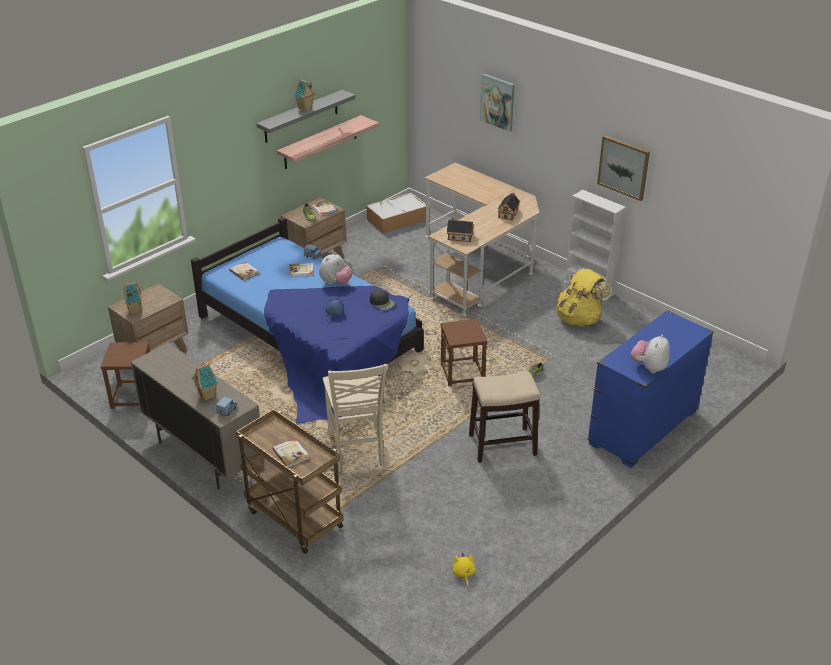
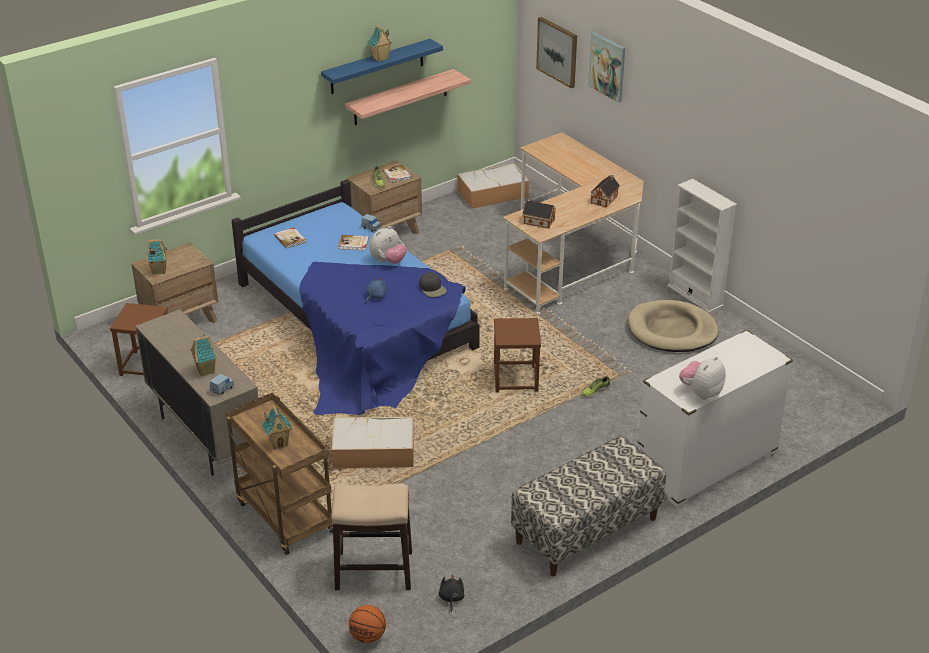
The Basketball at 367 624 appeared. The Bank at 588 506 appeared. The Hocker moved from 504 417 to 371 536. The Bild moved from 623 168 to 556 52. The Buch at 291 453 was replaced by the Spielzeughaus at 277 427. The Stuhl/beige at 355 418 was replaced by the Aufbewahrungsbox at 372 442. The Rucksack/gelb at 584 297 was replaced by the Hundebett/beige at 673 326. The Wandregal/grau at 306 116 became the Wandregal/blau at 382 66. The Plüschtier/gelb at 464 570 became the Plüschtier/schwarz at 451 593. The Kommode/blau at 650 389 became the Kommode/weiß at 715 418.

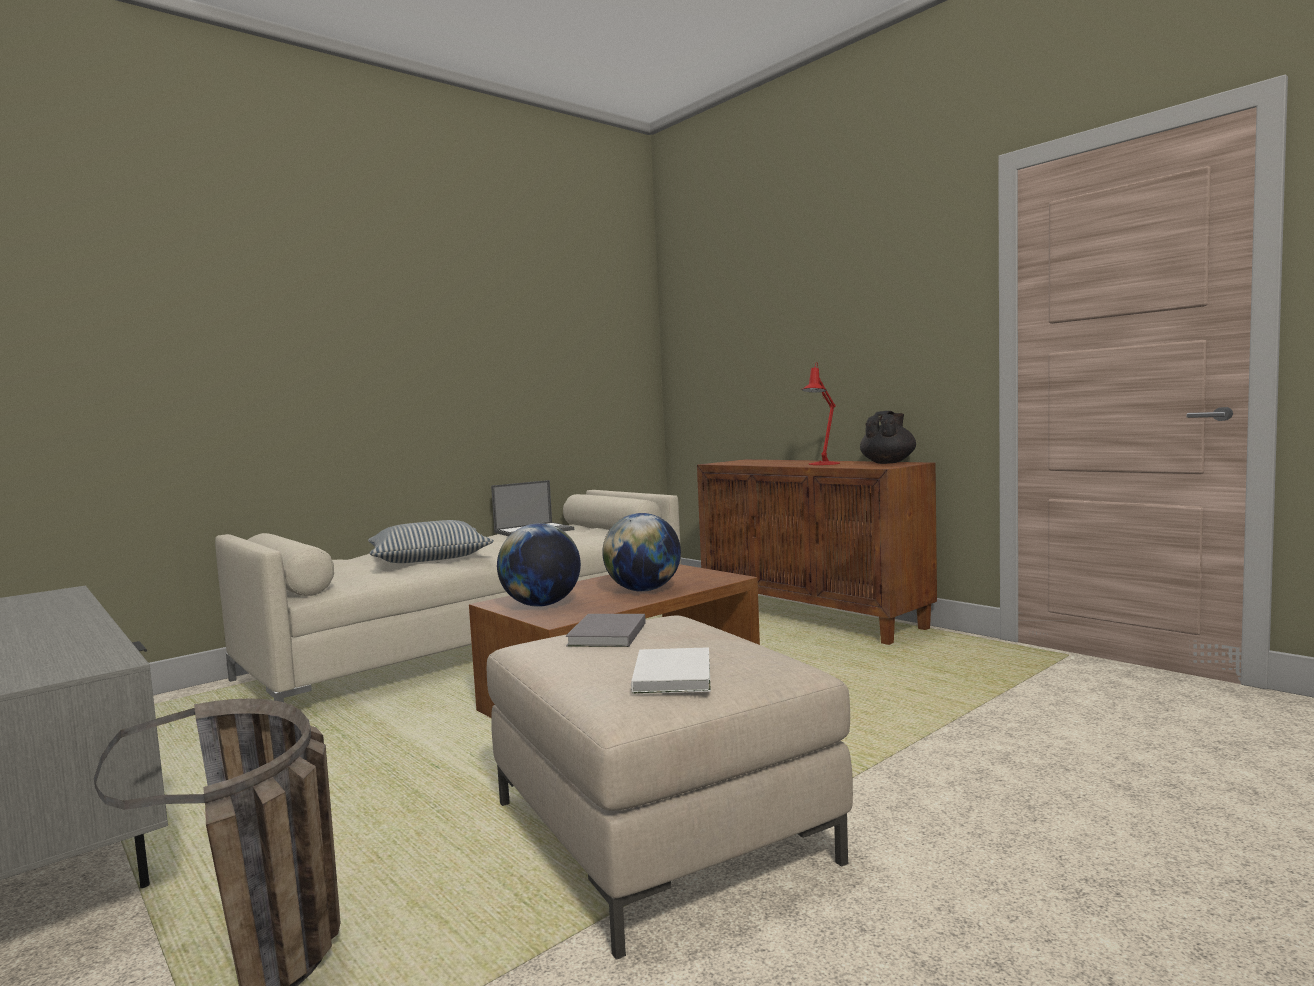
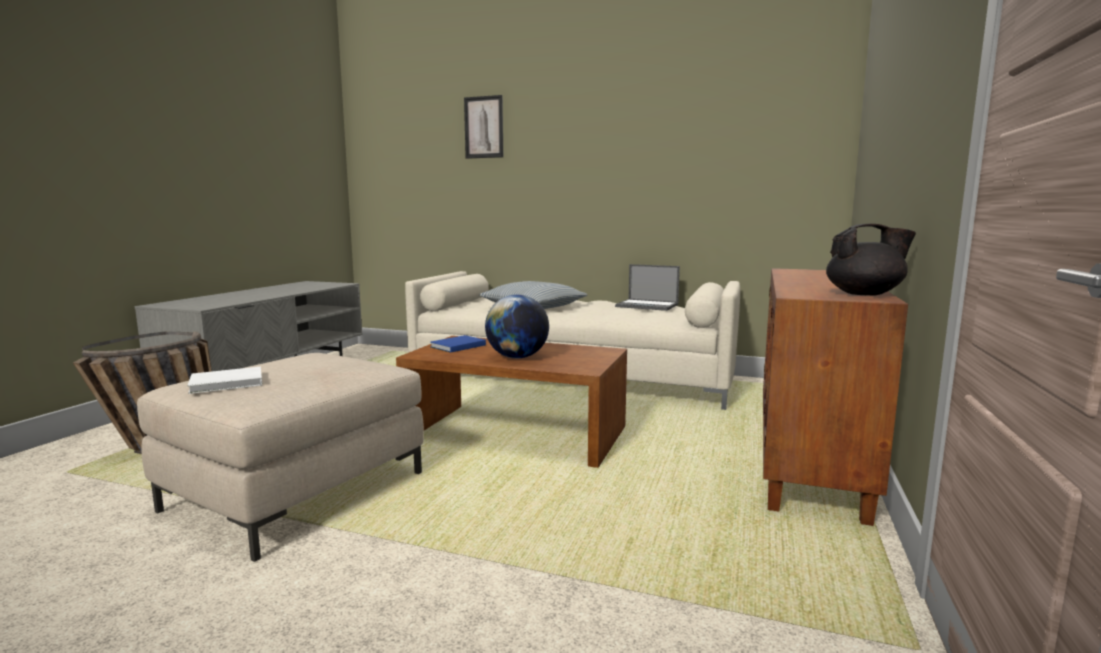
The Buch/grau at 606 630 disappeared. The Tischlampe/rot at 821 413 disappeared. The Bild at 483 127 appeared. The Globus at 539 565 was replaced by the Buch/blau at 458 344.

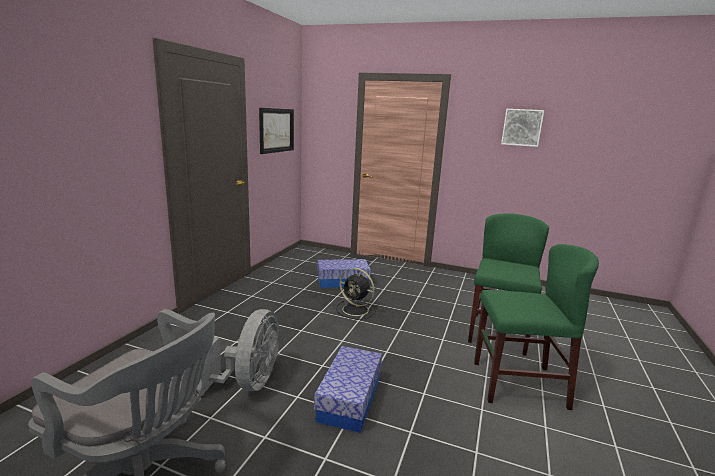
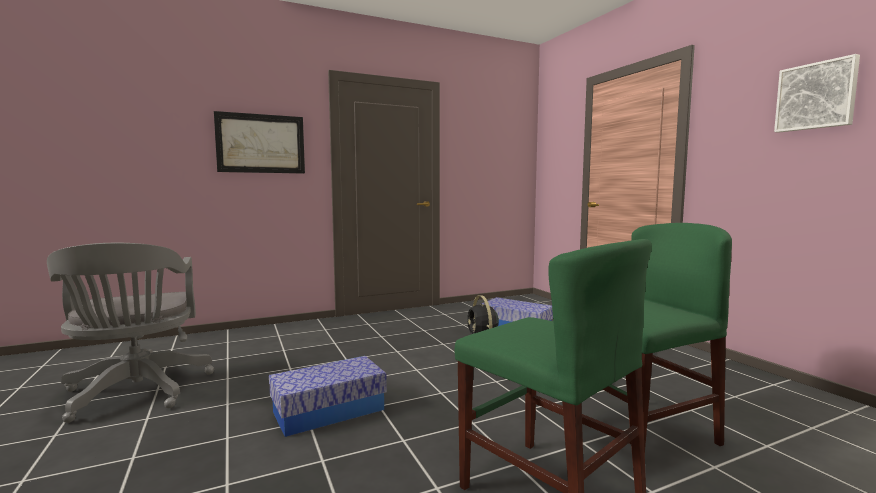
The Ventilator/grau at 240 353 disappeared. The Bild moved from 276 131 to 259 142.

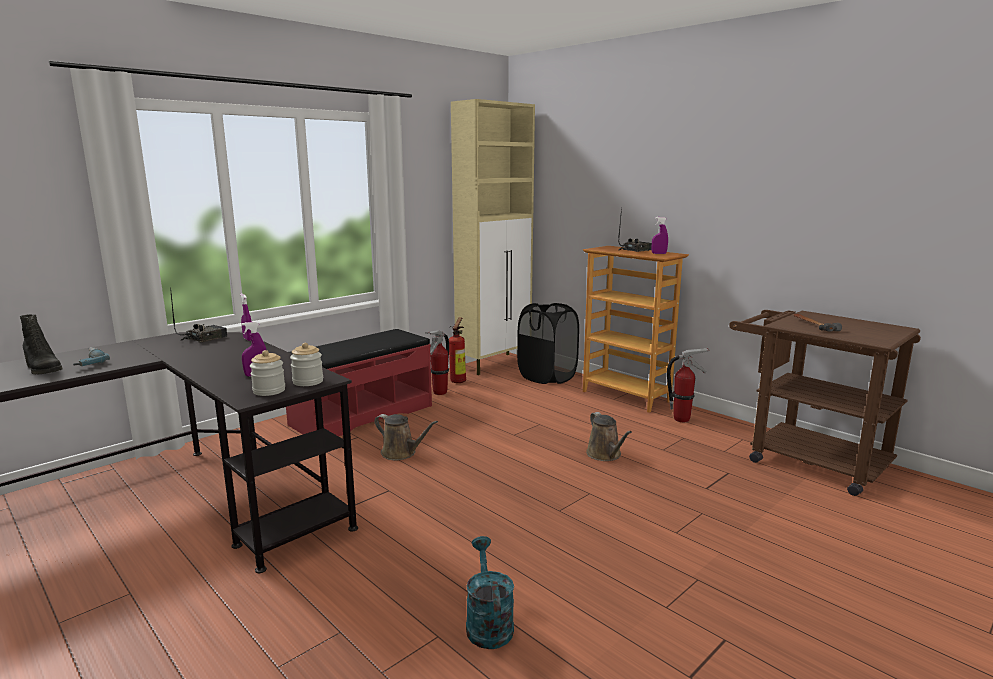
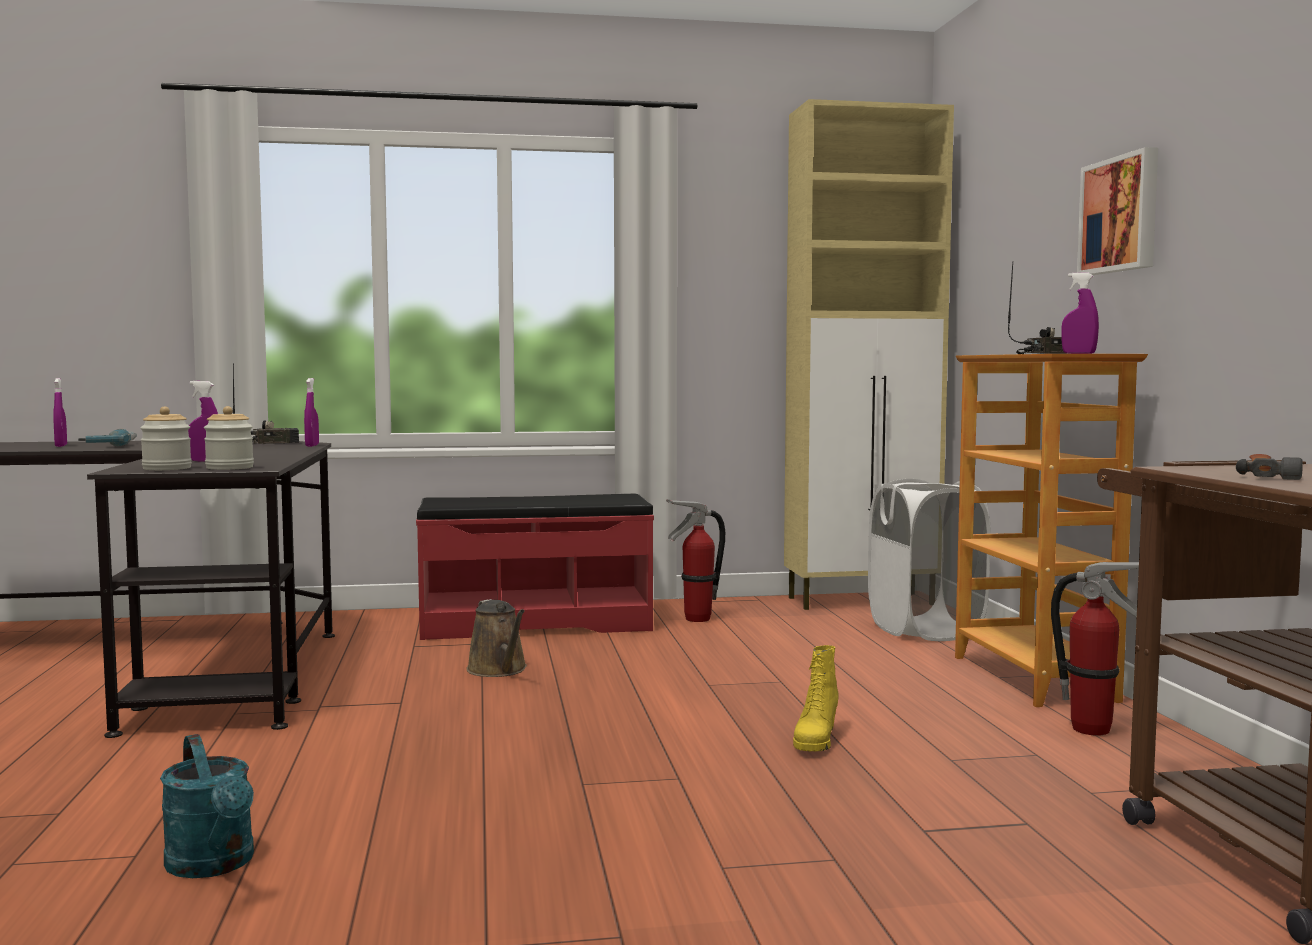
The Feuerlöscher at 457 350 disappeared. The Bild at 1117 211 appeared. The Stiefel/schwarz at 41 344 was replaced by the Sprühflasche/lila at 60 412. The Gießkanne/braun at 609 436 was replaced by the Stiefel/gelb at 816 698. The Wäschekorb/schwarz at 548 343 became the Wäschekorb/weiß at 929 560. The Gießkanne/türkis at 490 592 turned 120 degrees clockwise.

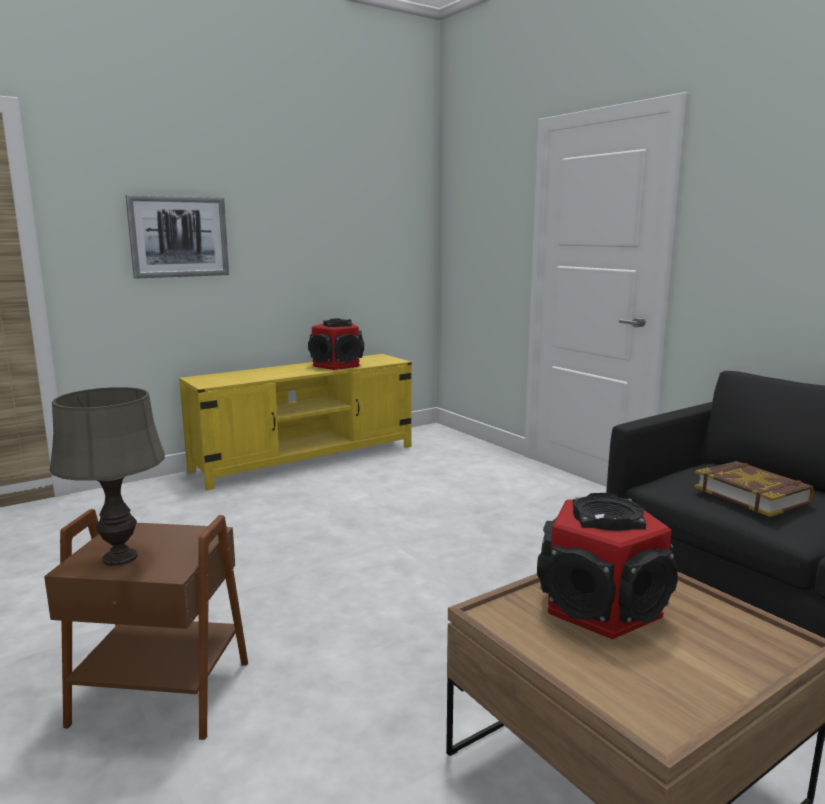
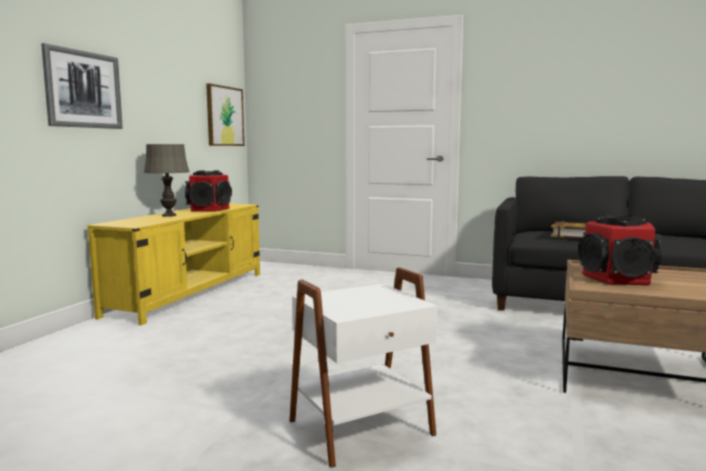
The Bild at 225 114 appeared. The Tischlampe/grau moved from 107 476 to 166 180. The Beistelltisch/braun at 146 624 became the Beistelltisch/weiß at 363 367.

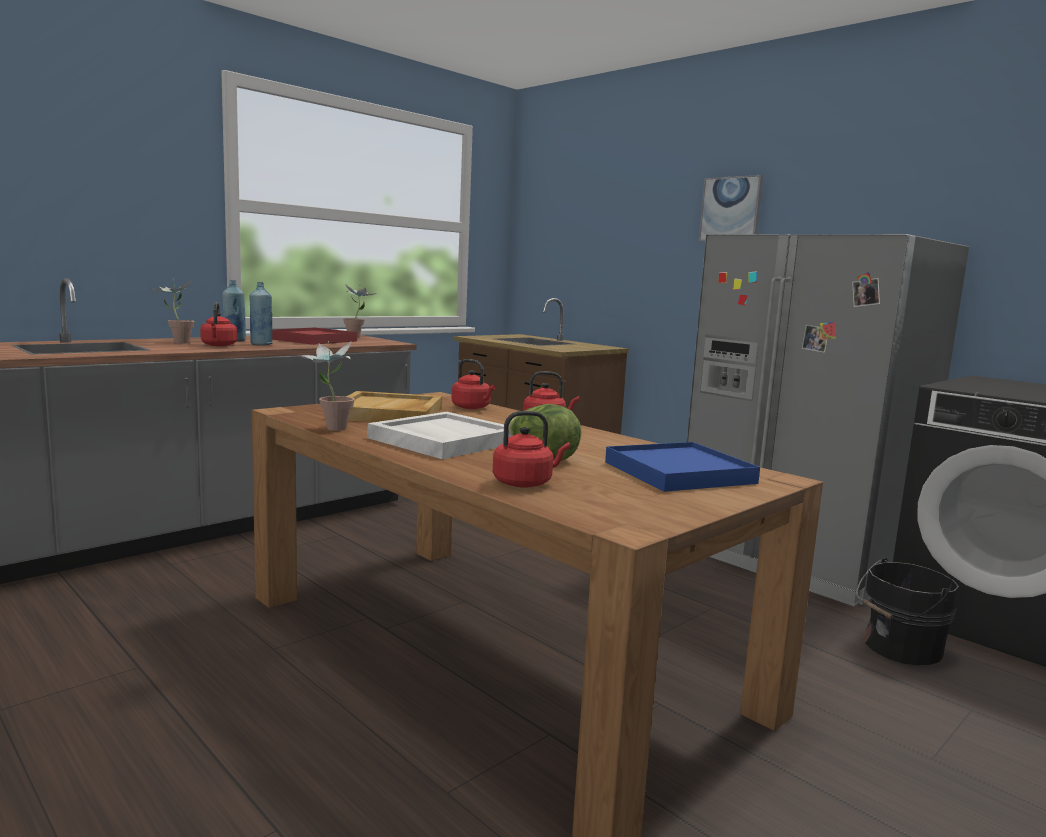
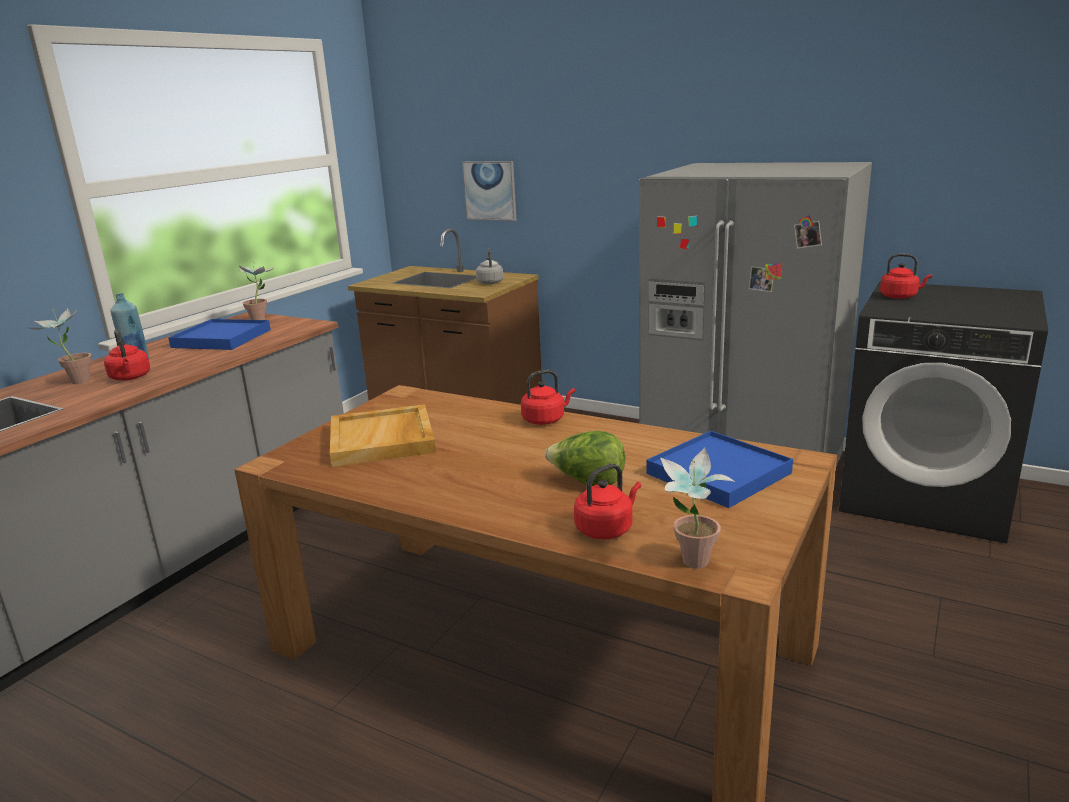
The Flasche/blau at 260 313 disappeared. The Tablett/weiß at 440 435 disappeared. The Eimer/schwarz at 907 611 disappeared. The Wasserkessel/grau at 489 266 appeared. The Topfpflanze moved from 326 386 to 697 508. The Wasserkessel/rot moved from 473 384 to 906 276. The Bild moved from 731 208 to 489 191. The Tablett/rot at 314 336 became the Tablett/blau at 219 334.

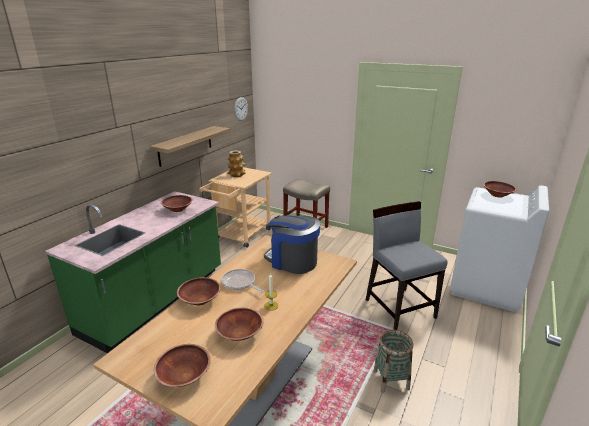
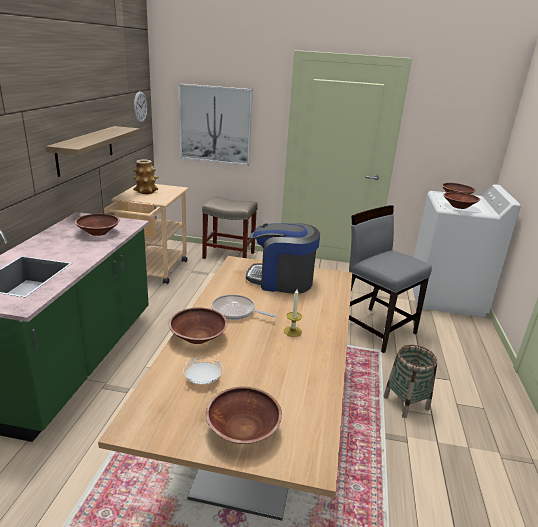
The Bild at 216 125 appeared. The Teller/weiß at 203 370 appeared. The Schüssel/braun moved from 239 324 to 461 200.

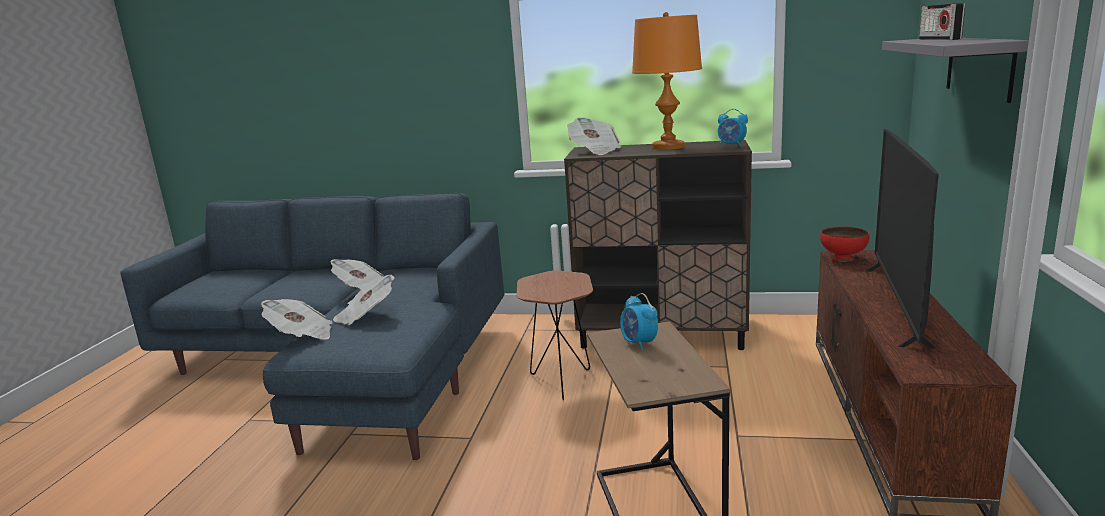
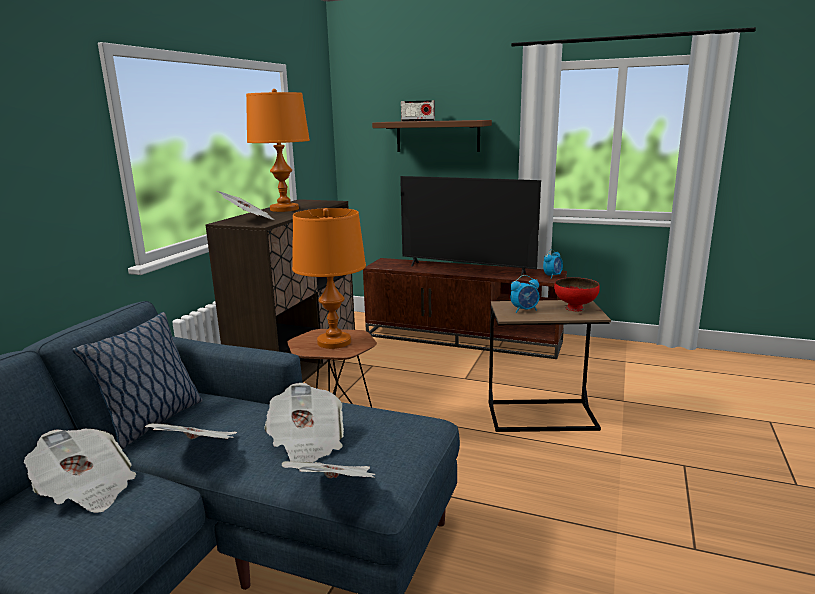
The Zeitung at 80 470 appeared. The Kissen at 137 381 appeared. The Tischlampe/orange at 329 278 appeared. The Wecker moved from 733 127 to 553 264. The Schüssel/rot moved from 845 244 to 577 294. The Wandregal/grau at 955 70 became the Wandregal/braun at 432 136.

